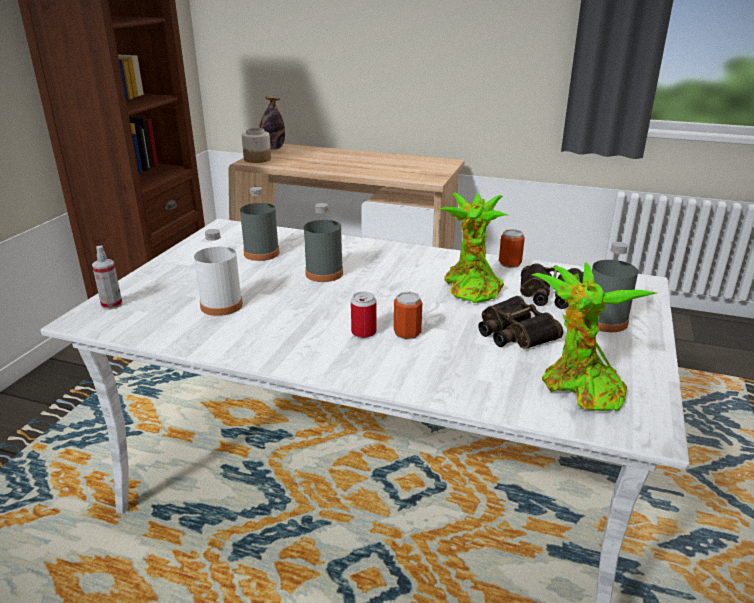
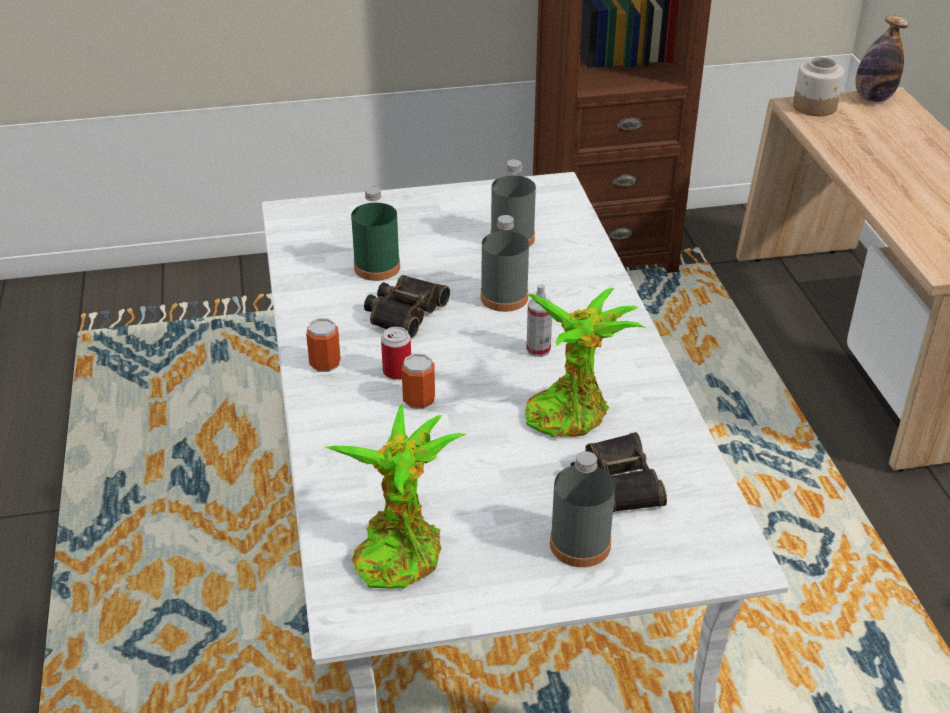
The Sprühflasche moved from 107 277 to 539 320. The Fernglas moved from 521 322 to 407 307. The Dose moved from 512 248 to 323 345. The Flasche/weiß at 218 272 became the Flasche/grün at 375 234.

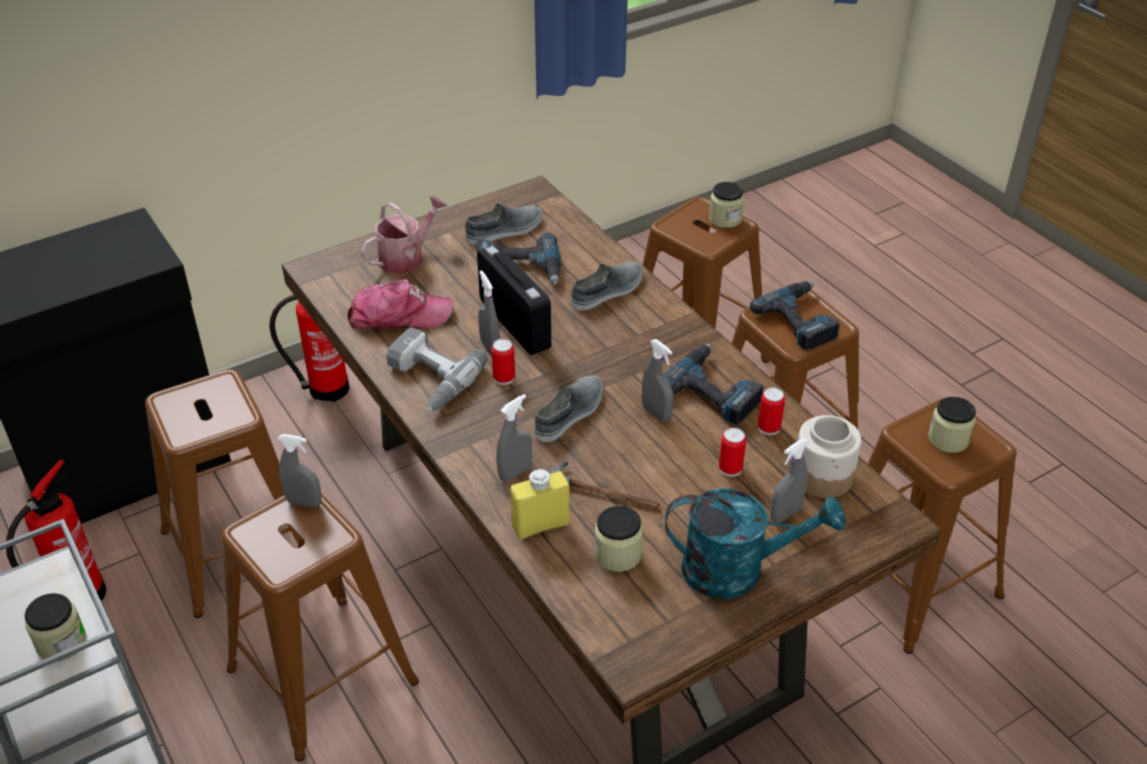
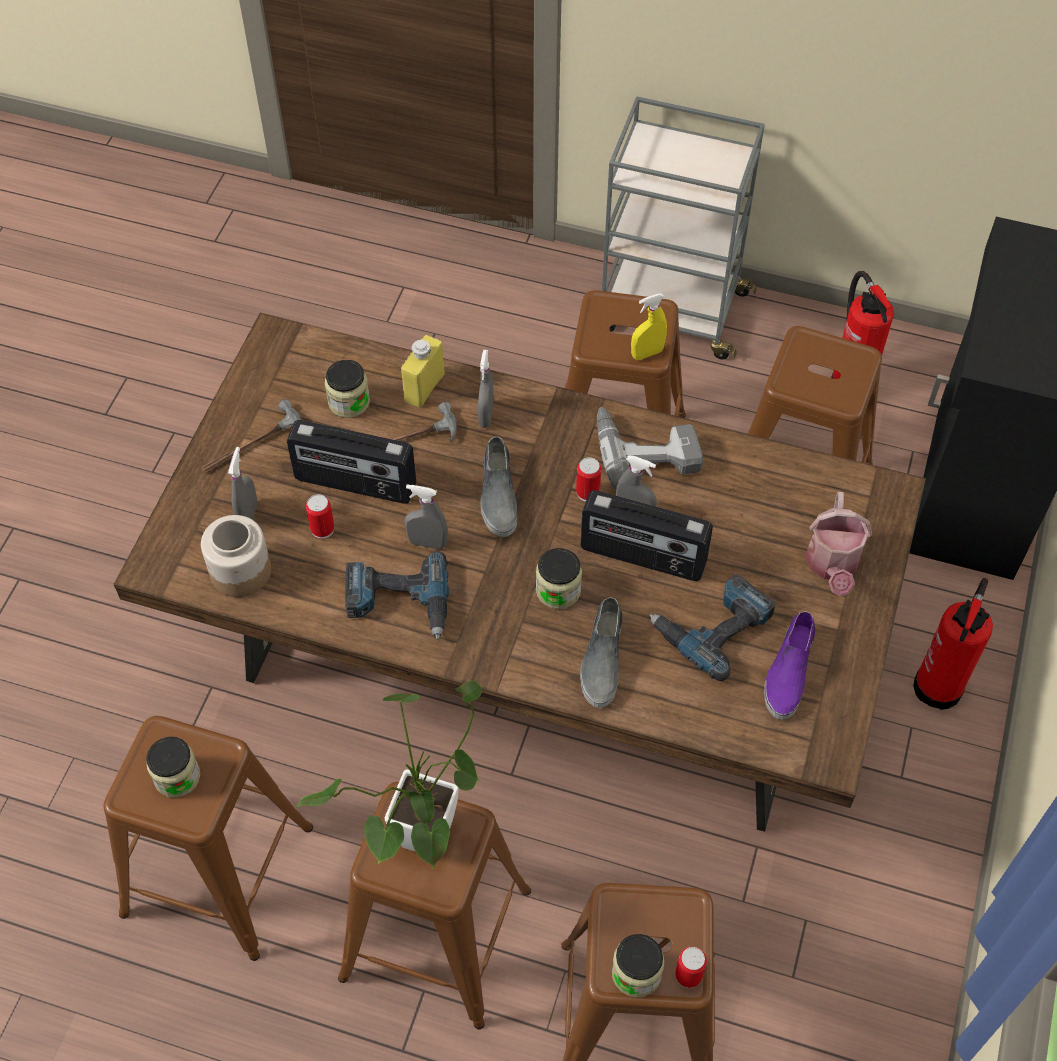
The Kappe at 400 304 disappeared. The Radio at 351 462 appeared. The Vorratsglas moved from 55 627 to 559 578. The Dose moved from 771 411 to 691 967. The Gießkanne/türkis at 755 543 was replaced by the Hammer at 252 436. The Bohrmaschine at 795 316 was replaced by the Topfpflanze at 389 774. The Sprühflasche/grau at 299 471 became the Sprühflasche/gelb at 649 326. The Schuh/grau at 503 224 became the Schuh/lila at 789 665.

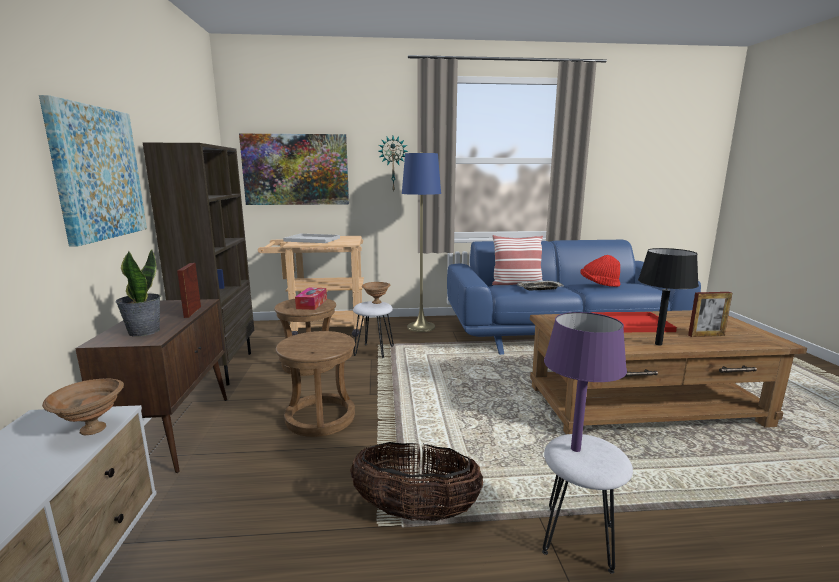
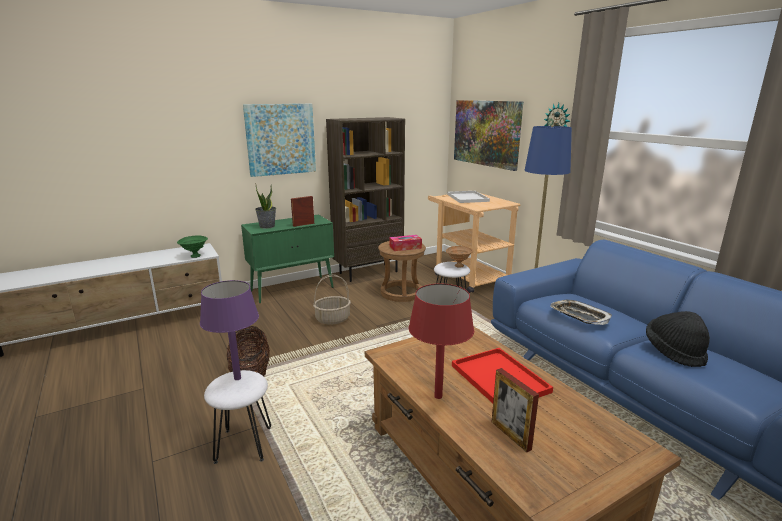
The Kissen at 517 260 disappeared. The Hocker/braun at 315 384 was replaced by the Korb at 332 299. The Schüssel/braun at 83 407 became the Schüssel/grün at 192 247. The Schrank/braun at 151 386 became the Schrank/grün at 287 258. The Hut/rot at 600 271 became the Hut/schwarz at 678 339. The Tischlampe/schwarz at 668 297 became the Tischlampe/rot at 441 341.

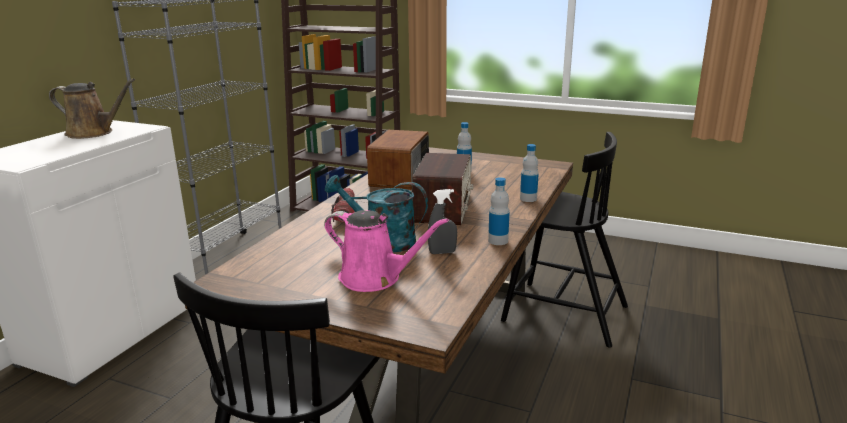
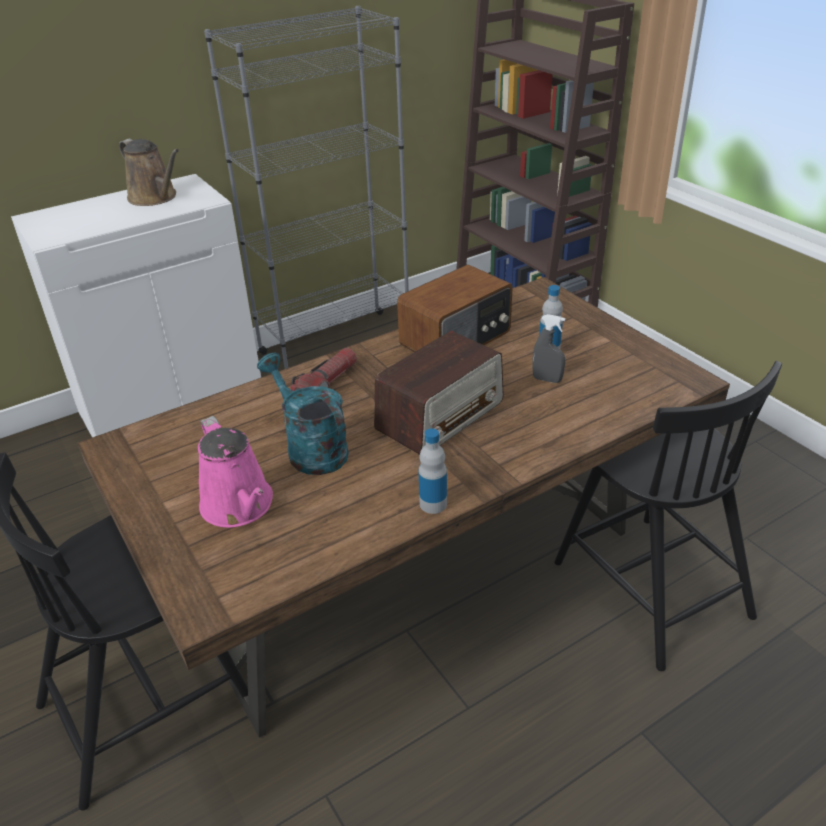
The Flasche at 529 173 disappeared. The Sprühflasche/grau moved from 442 221 to 548 348.

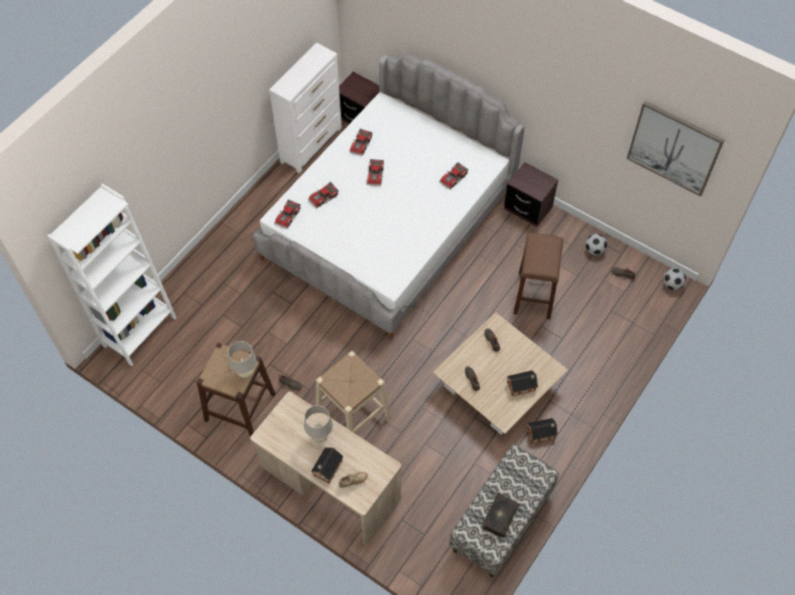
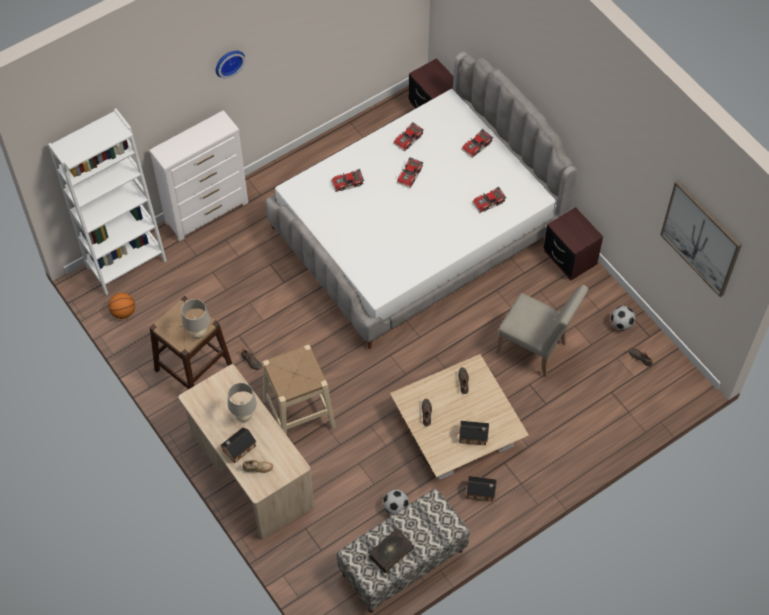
The Basketball at 122 306 appeared. The Wanduhr at 230 64 appeared. The Kommode/weiß moved from 305 108 to 198 175. The Spielzeugauto moved from 287 214 to 477 143. The Fußball moved from 674 279 to 396 502. The Hocker/braun at 538 276 was replaced by the Stuhl/beige at 542 331.

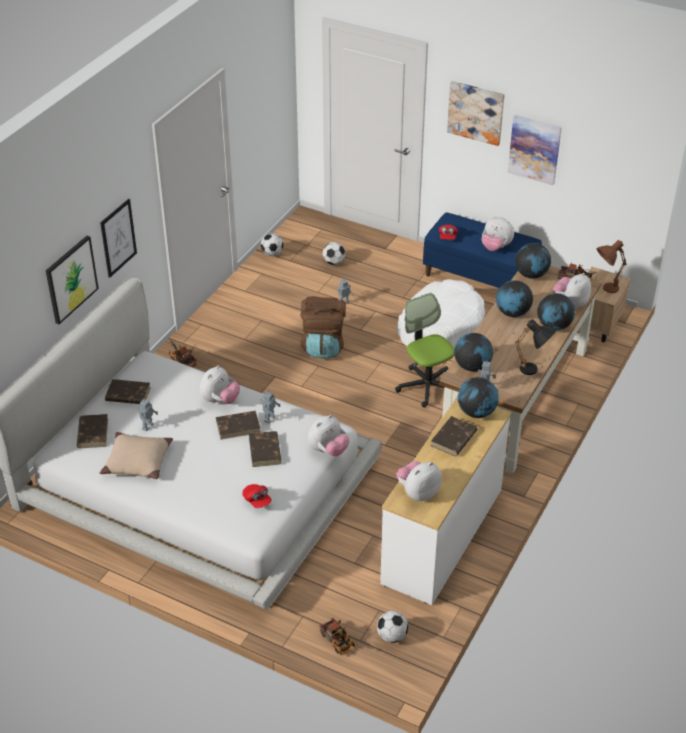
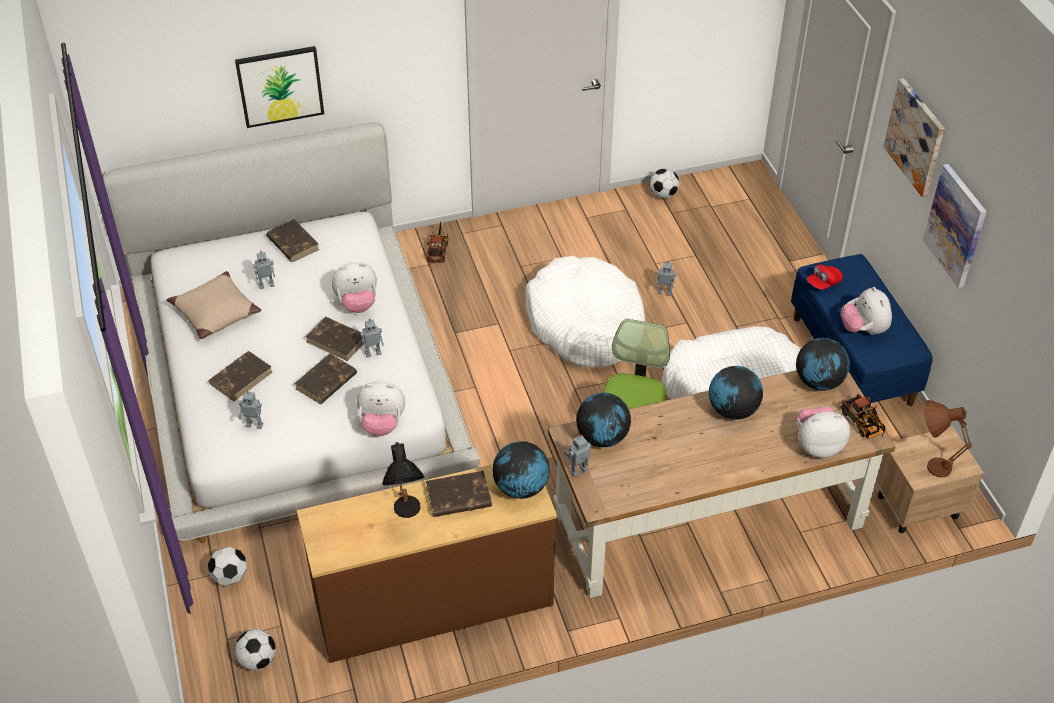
The Bild at 118 238 disappeared. The Spielzeuglaster at 337 637 disappeared. The Plüschtier at 419 480 disappeared. The Globus at 556 311 disappeared. The Buch/braun moved from 92 431 to 240 376. The Fußball moved from 334 253 to 227 566. The Tischlampe/schwarz moved from 536 347 to 403 480. The Kappe/rot at 257 496 was replaced by the Spielzeugroboter at 250 410. The Rucksack/braun at 323 327 was replaced by the Hundebett/weiß at 585 312. The Kommode/weiß at 445 500 became the Kommode/braun at 427 563.

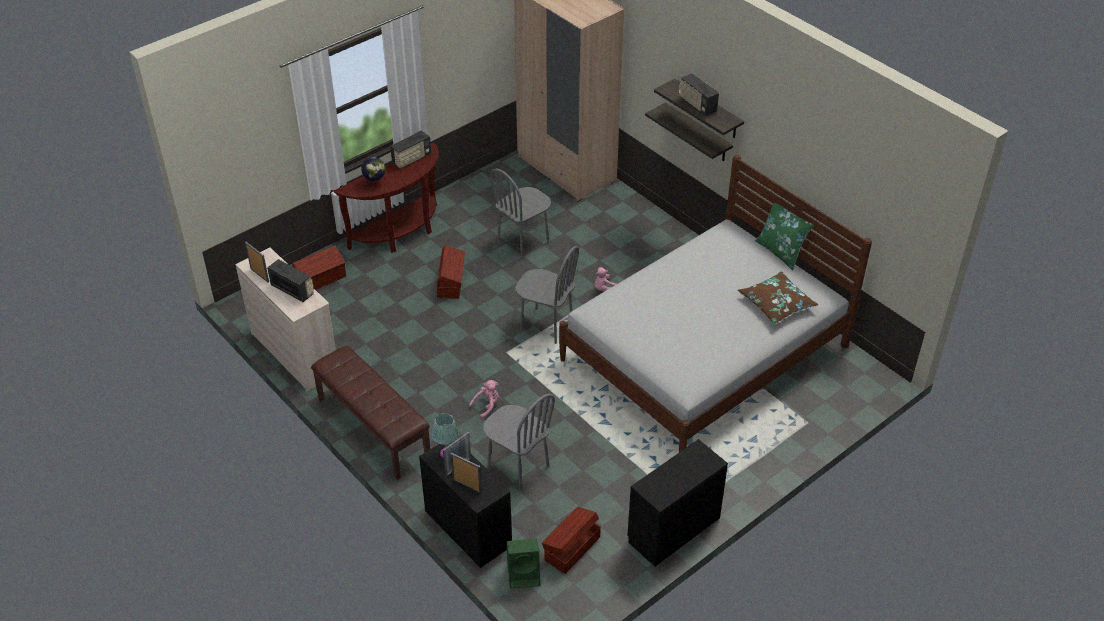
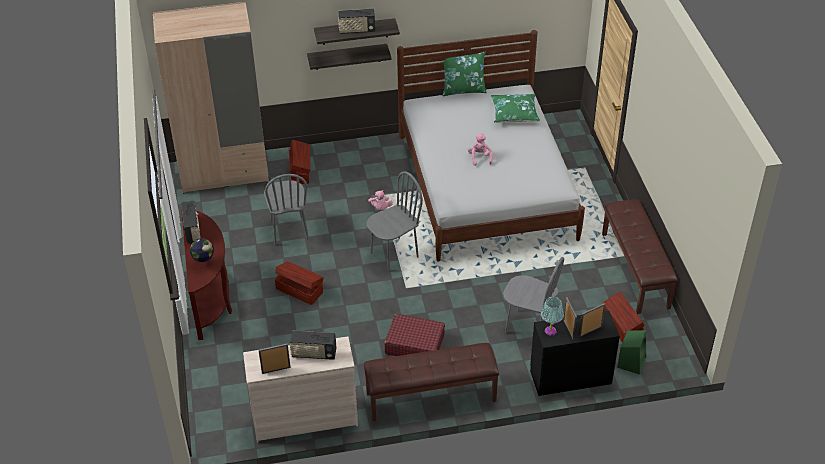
The Koffer/rot at 414 335 appeared. The Aufbewahrungsbox/braun moved from 319 267 to 300 162. The Plüschtier/rosa moved from 484 399 to 480 149. The Kommode/schwarz at 677 502 was replaced by the Bank/braun at 640 257. The Kissen/braun at 778 298 became the Kissen/grün at 515 108. The Radio at 290 280 turned 150 degrees counterclockwise. The Stuhl/grau at 519 443 turned 45 degrees clockwise.

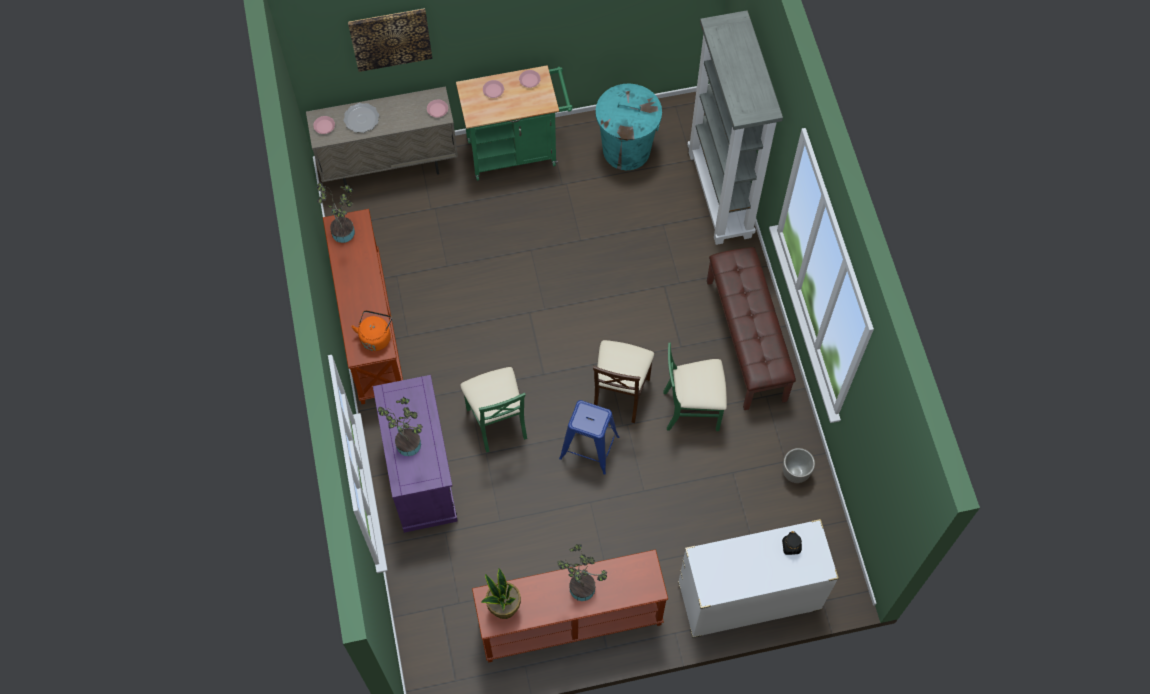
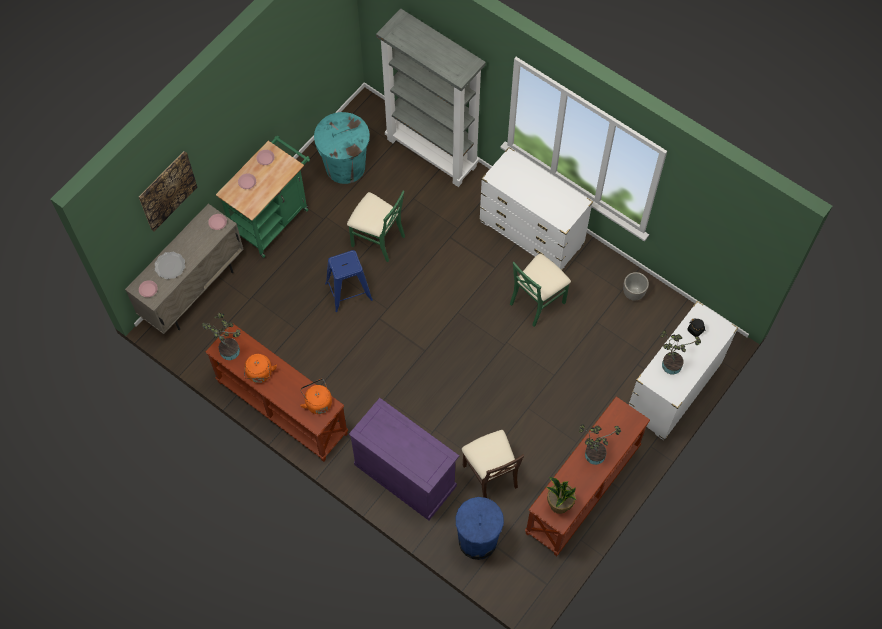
The Wasserkessel/orange at 260 368 appeared. The Mülleimer/blau at 480 528 appeared. The Topfpflanze moved from 400 426 to 680 352. The Stuhl/grün moved from 493 410 to 376 226. The Hocker/blau moved from 589 437 to 349 281. The Stuhl/beige moved from 623 381 to 493 464. The Bank/braun at 751 328 was replaced by the Kommode/weiß at 536 208.

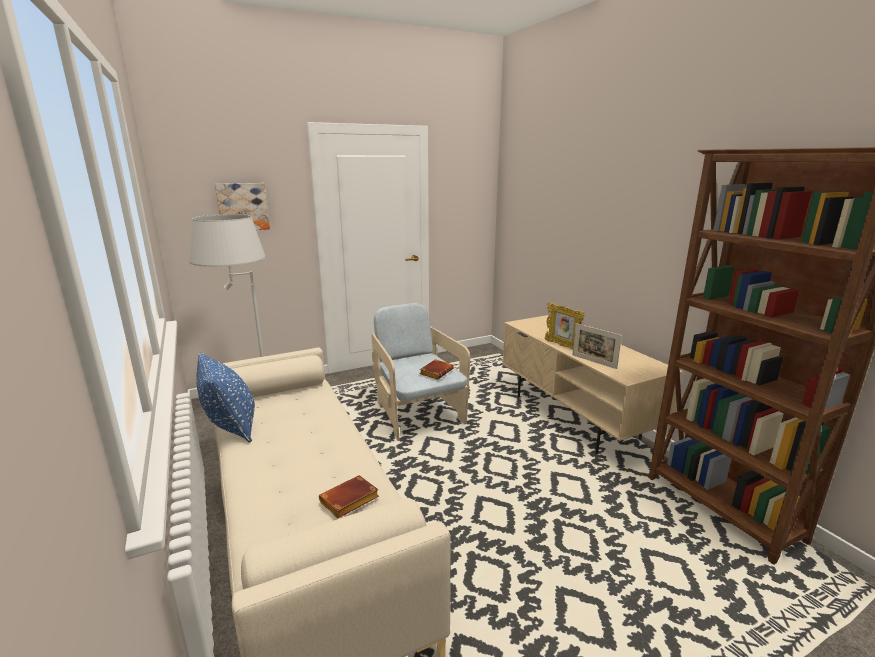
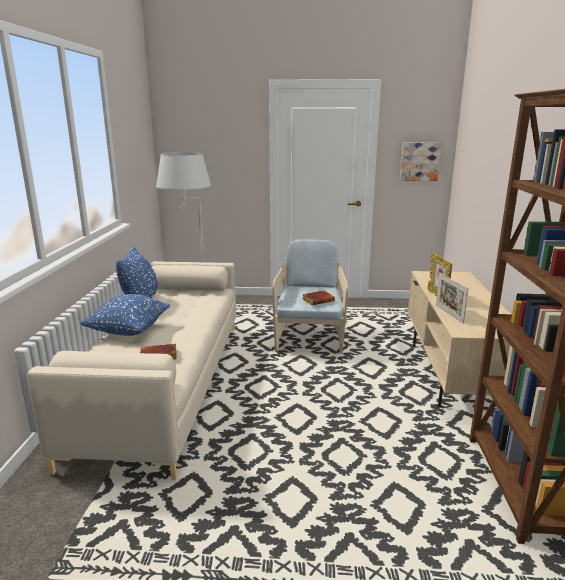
The Kissen/blau at 125 315 appeared. The Bild moved from 242 206 to 420 162.

